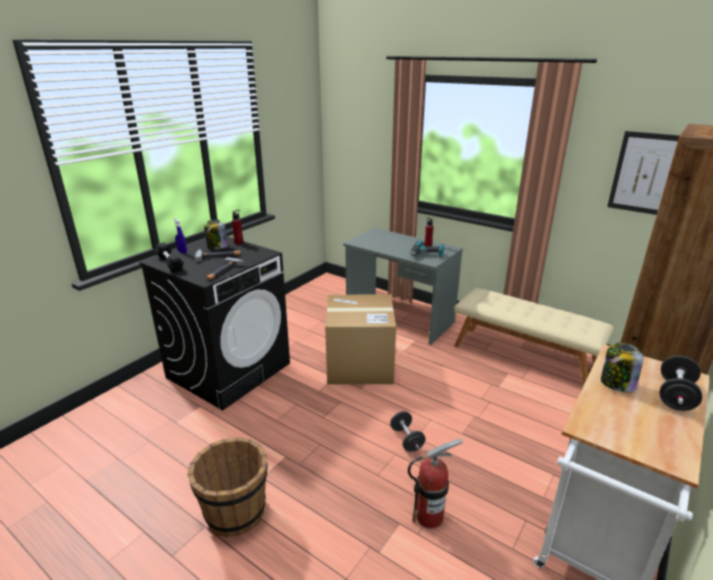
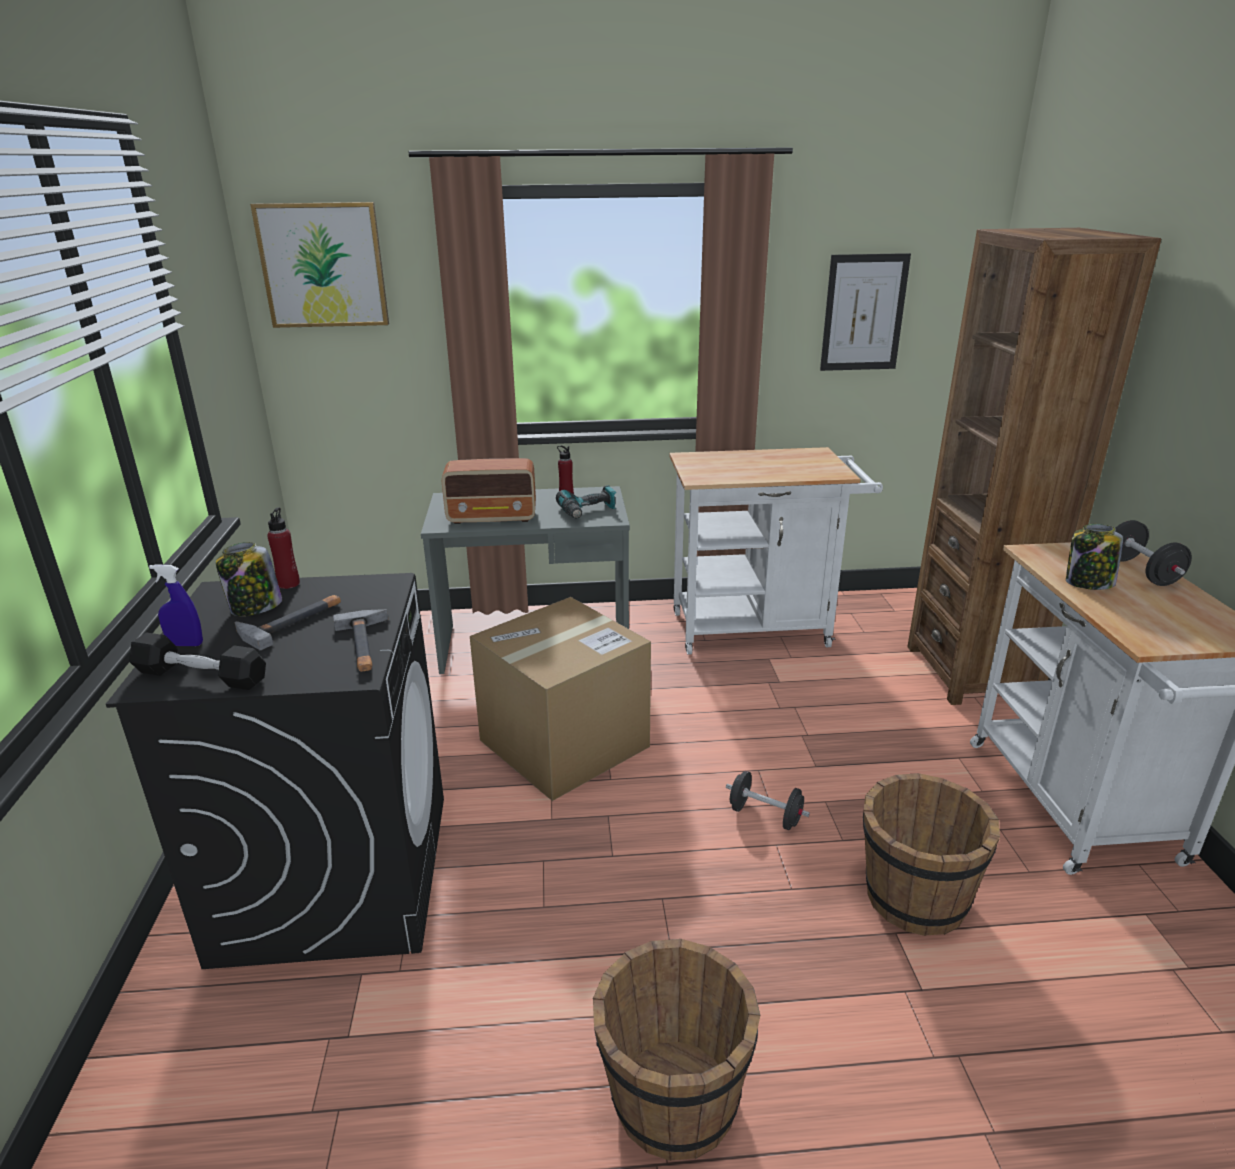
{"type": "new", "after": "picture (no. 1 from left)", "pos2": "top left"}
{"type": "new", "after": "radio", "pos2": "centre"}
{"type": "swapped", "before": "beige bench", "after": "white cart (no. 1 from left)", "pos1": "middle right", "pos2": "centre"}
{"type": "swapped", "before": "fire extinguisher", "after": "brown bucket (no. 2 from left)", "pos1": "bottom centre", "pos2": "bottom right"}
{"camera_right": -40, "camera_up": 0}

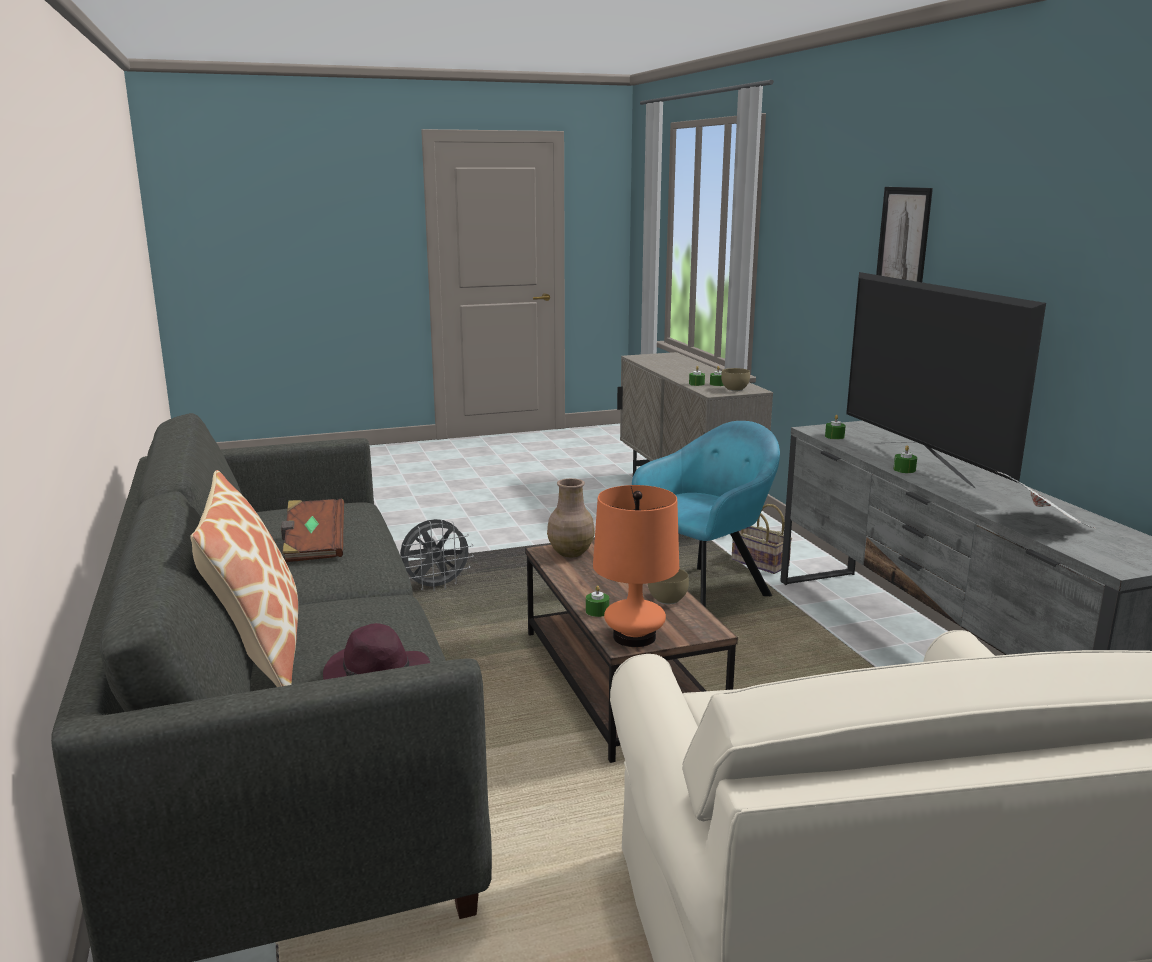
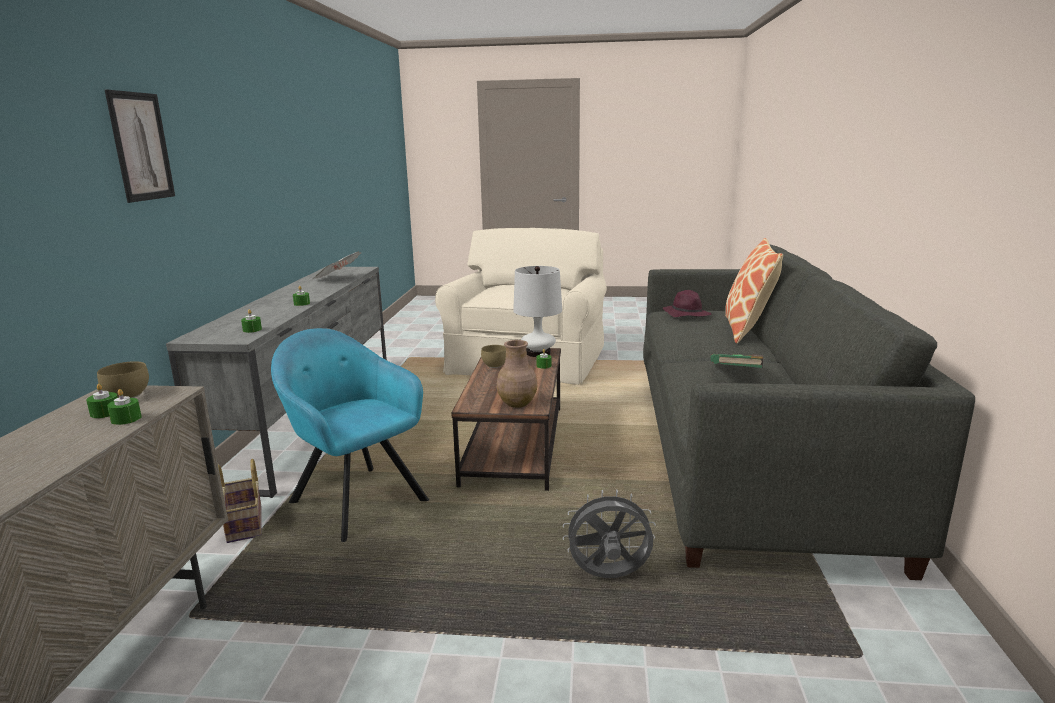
{"type": "rotated", "before": "turquoise armchair", "pos1": "centre", "pos2": "middle left", "turn": 60}
{"type": "repainted", "before": "orange table lamp", "after": "white table lamp", "pos1": "centre", "pos2": "centre"}
{"type": "repainted", "before": "brown book", "after": "green book", "pos1": "middle left", "pos2": "middle right"}
{"type": "gone", "before": "television", "pos1": "middle right"}
{"camera_right": -155, "camera_up": 0}

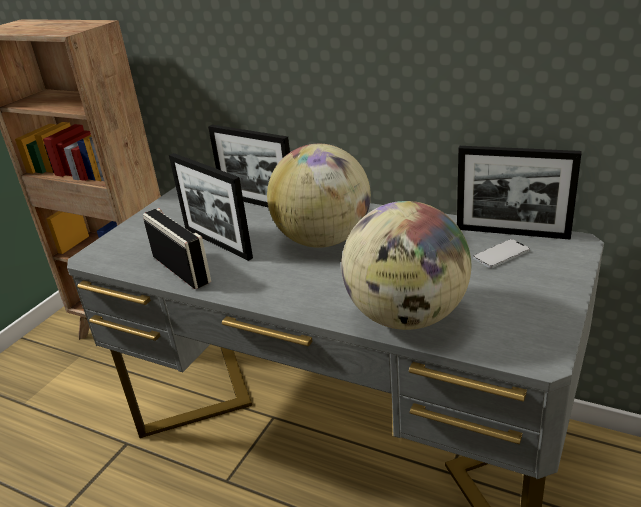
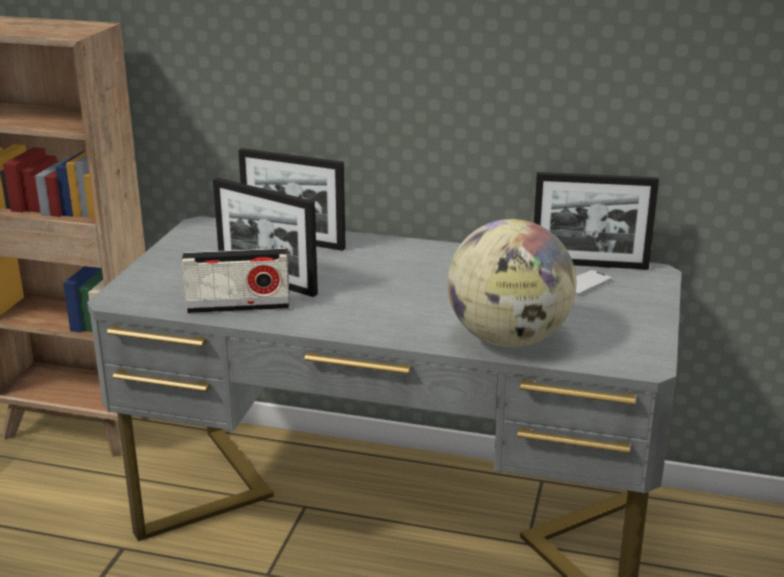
{"type": "rotated", "before": "radio", "pos1": "middle left", "pos2": "middle left", "turn": 135}
{"type": "gone", "before": "globe (no. 1 from left)", "pos1": "centre"}
{"camera_right": -15, "camera_up": -5}

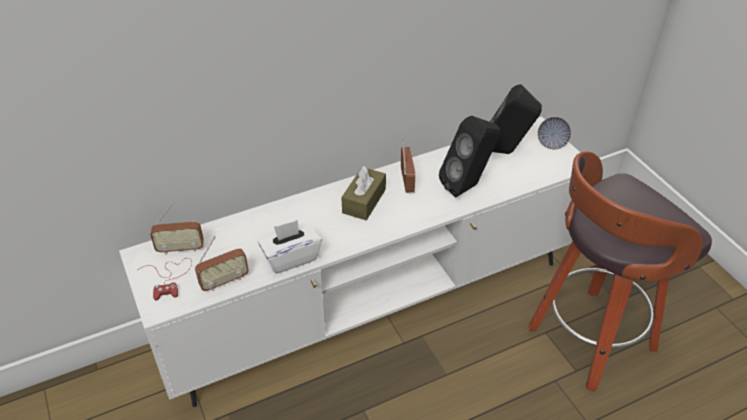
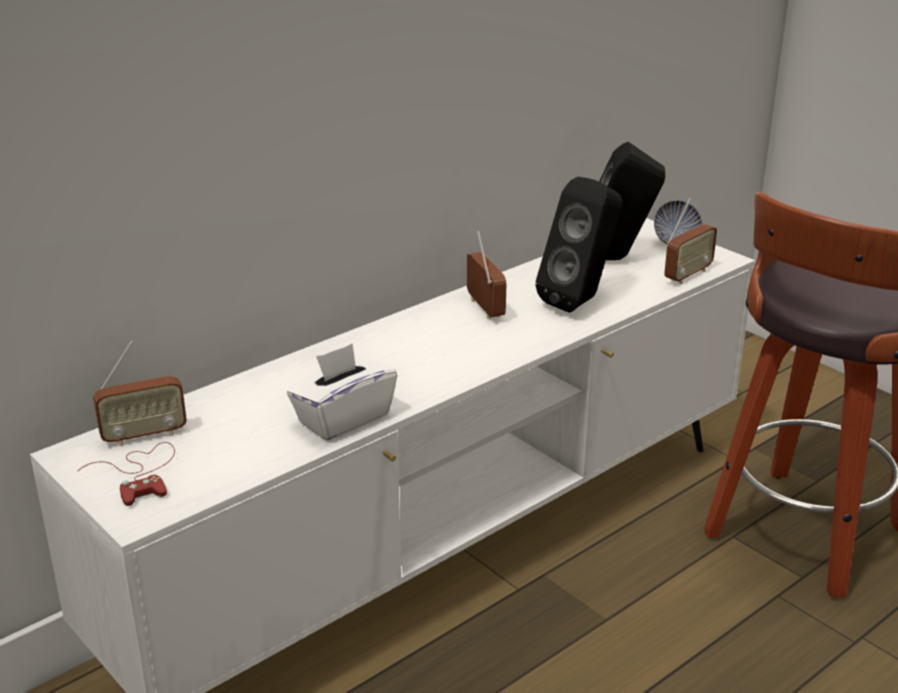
{"type": "shifted", "before": "radio (no. 2 from left in the first image)", "after": "radio (no. 3 from left)", "pos1": "middle left", "pos2": "middle right"}
{"type": "gone", "before": "brown tissue box", "pos1": "centre"}
{"camera_right": -15, "camera_up": -15}

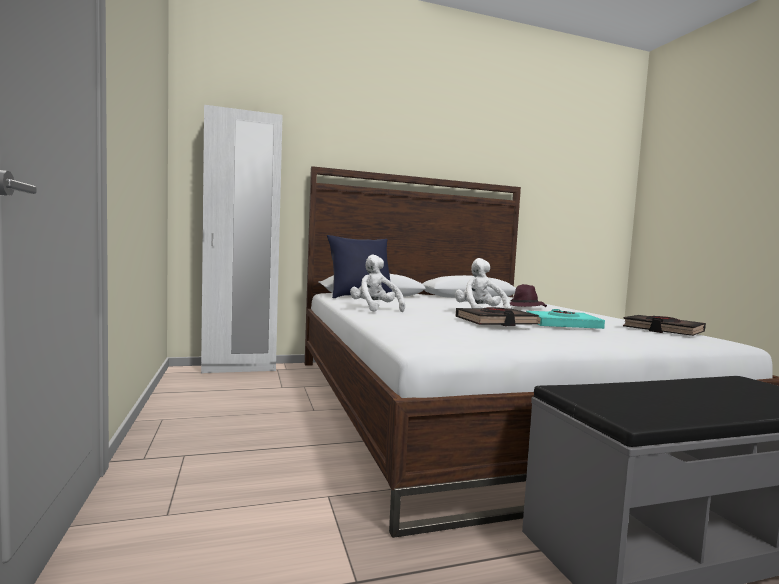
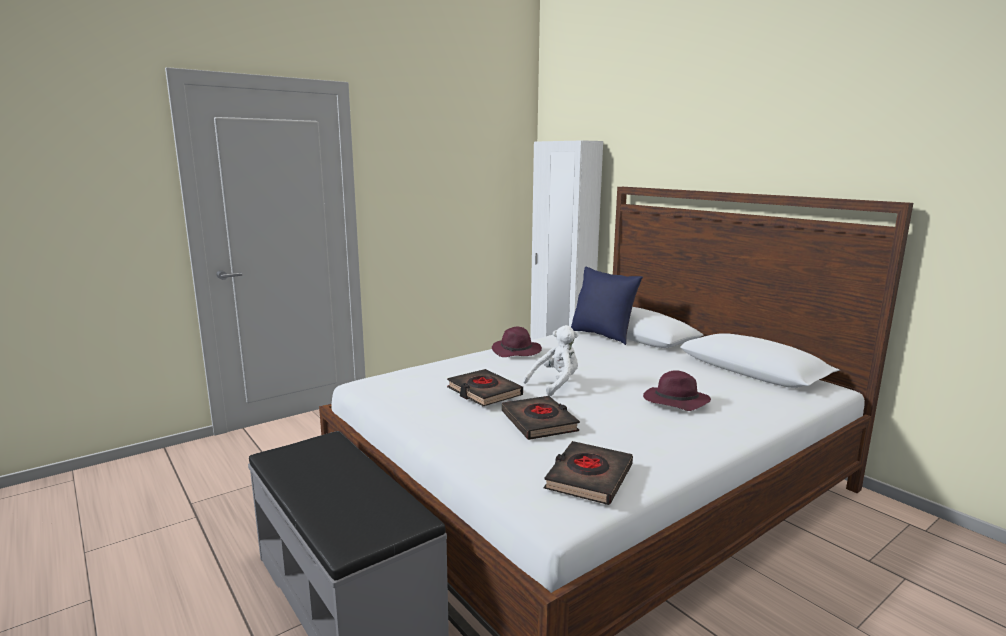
{"type": "swapped", "before": "white plush toy (no. 1 from left)", "after": "purple hat (no. 1 from left)", "pos1": "centre", "pos2": "centre"}
{"type": "repainted", "before": "turquoise book", "after": "black book (no. 2 from left)", "pos1": "middle right", "pos2": "centre"}
{"camera_right": 70, "camera_up": 10}

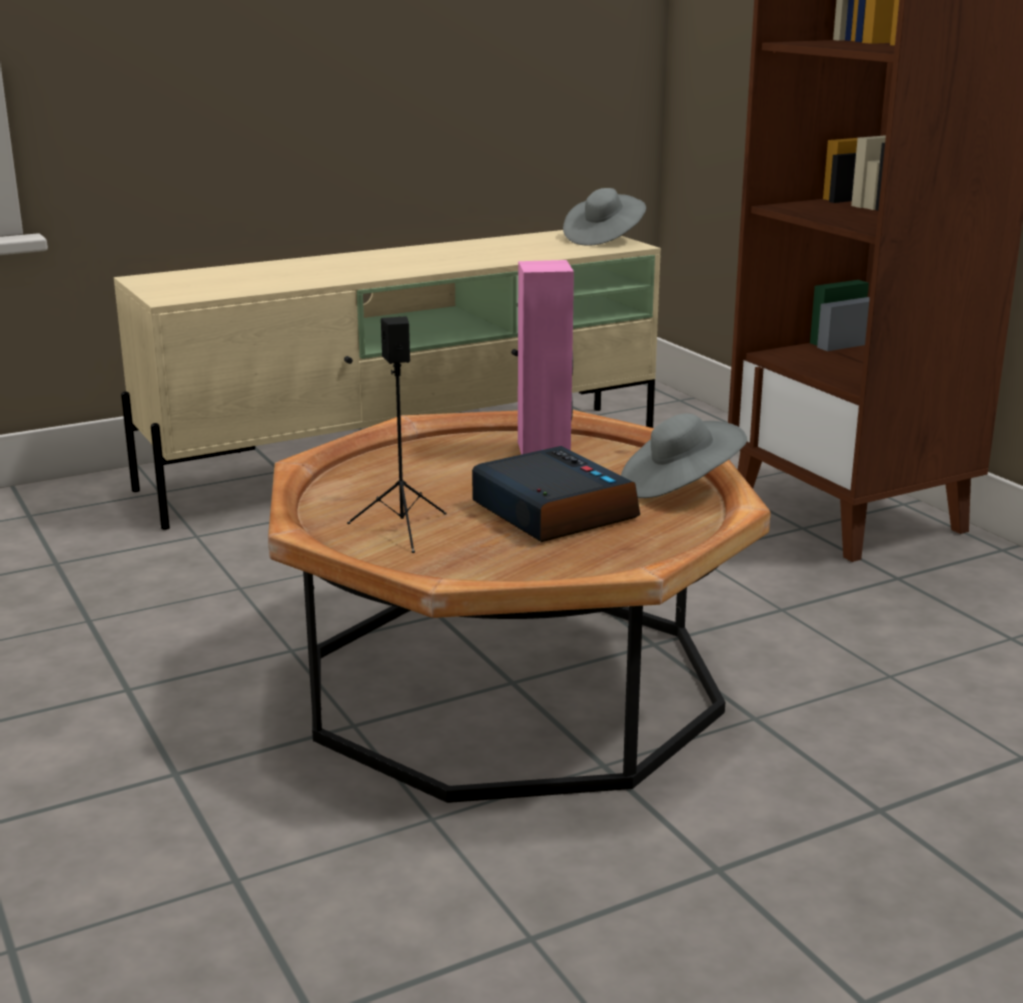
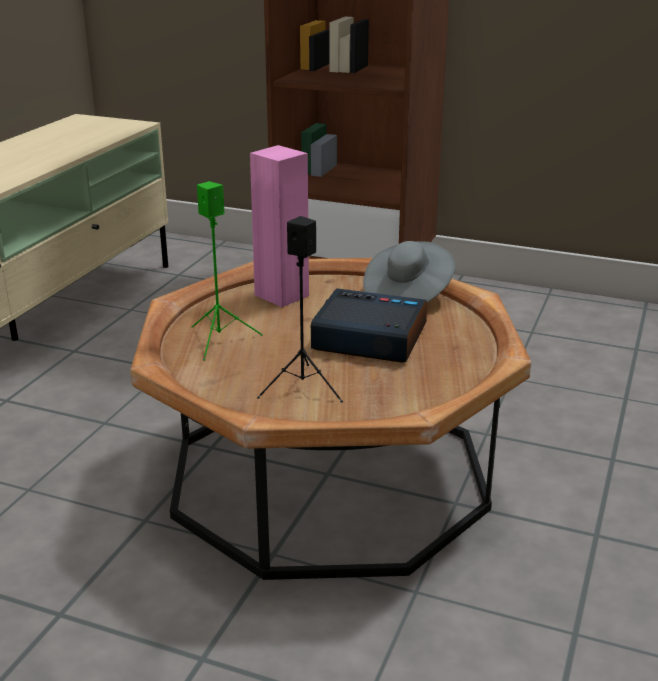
{"type": "new", "after": "green speaker", "pos2": "centre"}
{"type": "gone", "before": "grey hat (no. 1 from left)", "pos1": "top centre"}
{"camera_right": -40, "camera_up": 5}

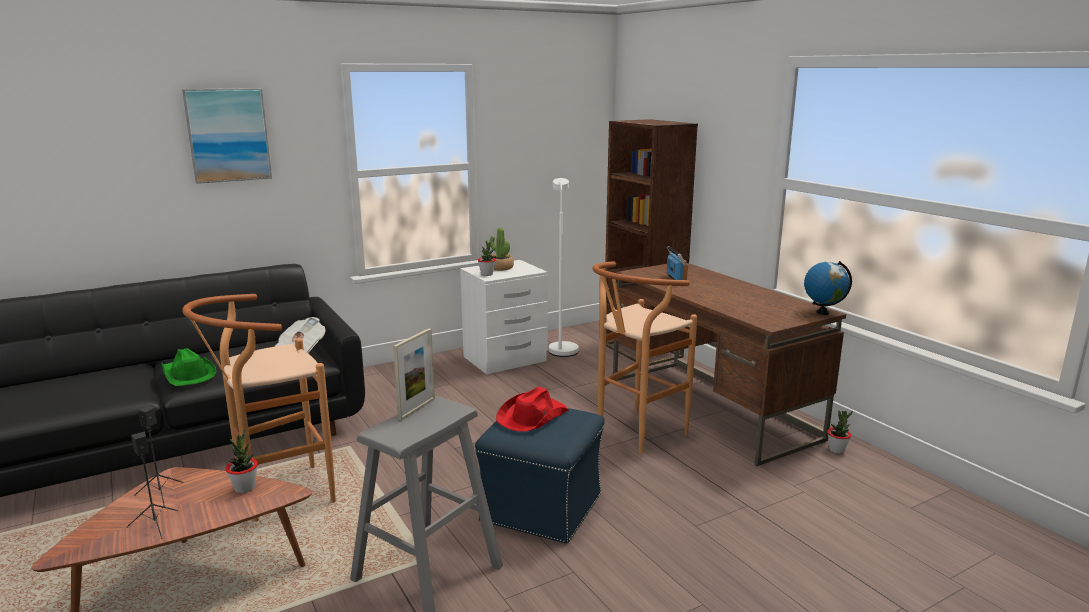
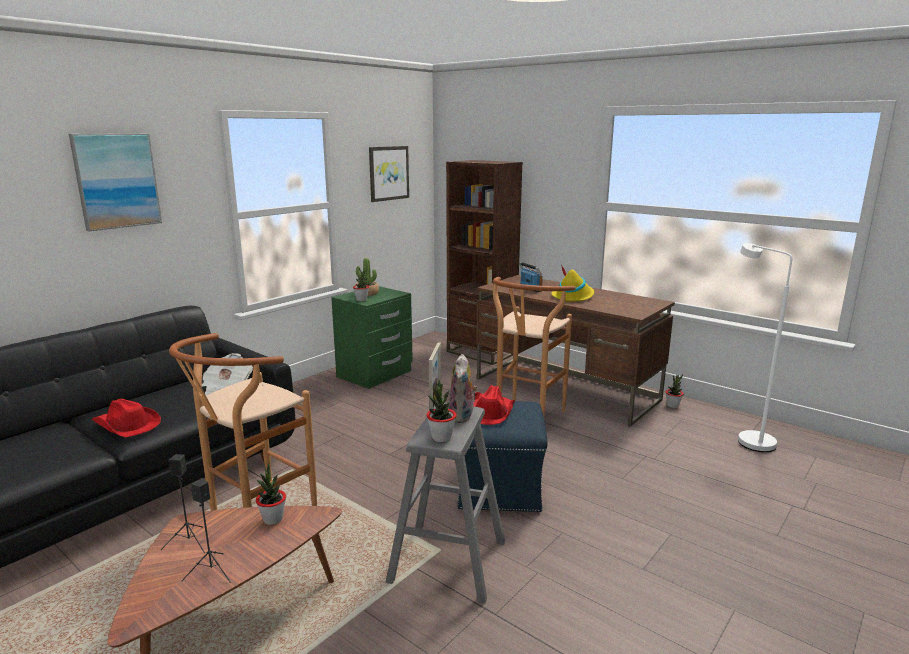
{"type": "repainted", "before": "green hat", "after": "red hat (no. 1 from left)", "pos1": "middle left", "pos2": "middle left"}
{"type": "repainted", "before": "white nightstand", "after": "green nightstand", "pos1": "centre", "pos2": "centre"}
{"type": "new", "after": "picture (no. 2 from left)", "pos2": "top centre"}
{"type": "new", "after": "potted plant (no. 4 from left)", "pos2": "centre"}
{"type": "new", "after": "plush toy", "pos2": "centre"}
{"type": "new", "after": "yellow hat", "pos2": "centre"}
{"type": "shifted", "before": "white floor lamp", "pos1": "centre", "pos2": "middle right"}
{"type": "gone", "before": "globe", "pos1": "middle right"}
{"camera_right": -20, "camera_up": 0}

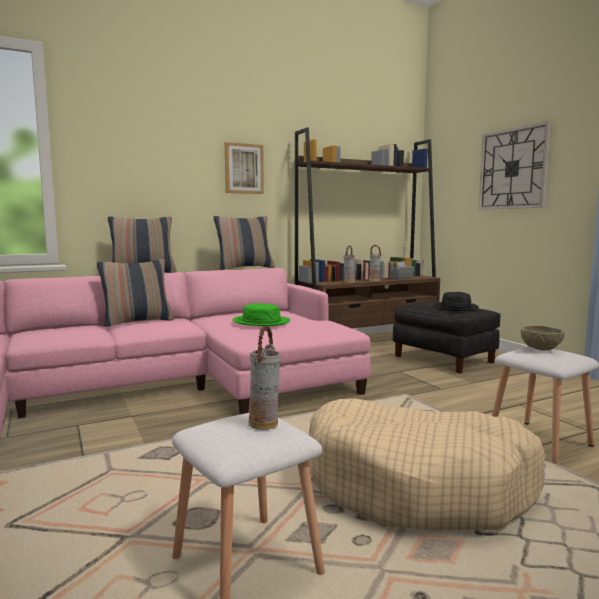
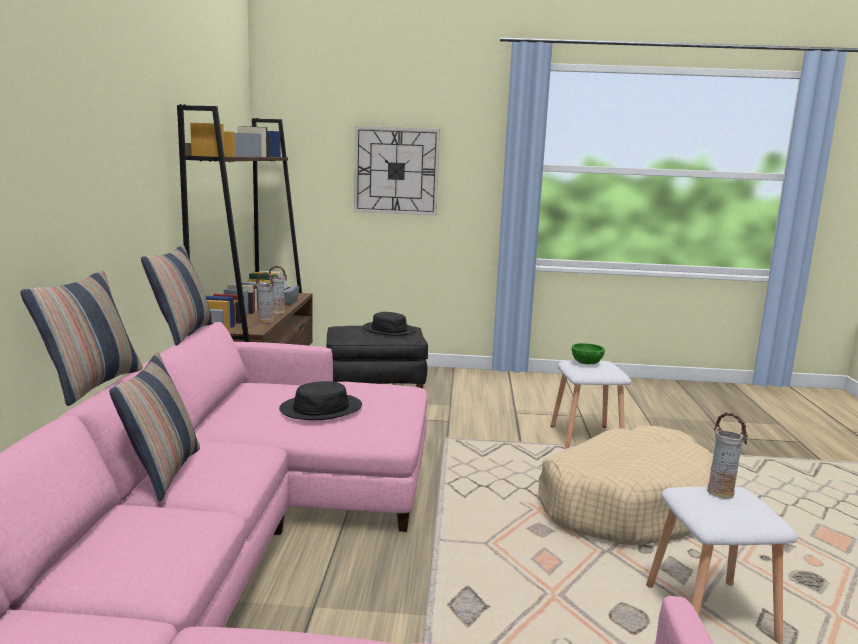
{"type": "repainted", "before": "green hat", "after": "black hat (no. 1 from left)", "pos1": "centre", "pos2": "centre"}
{"type": "repainted", "before": "beige bowl", "after": "green bowl", "pos1": "middle right", "pos2": "middle right"}
{"type": "gone", "before": "picture", "pos1": "top centre"}
{"camera_right": -60, "camera_up": 5}

